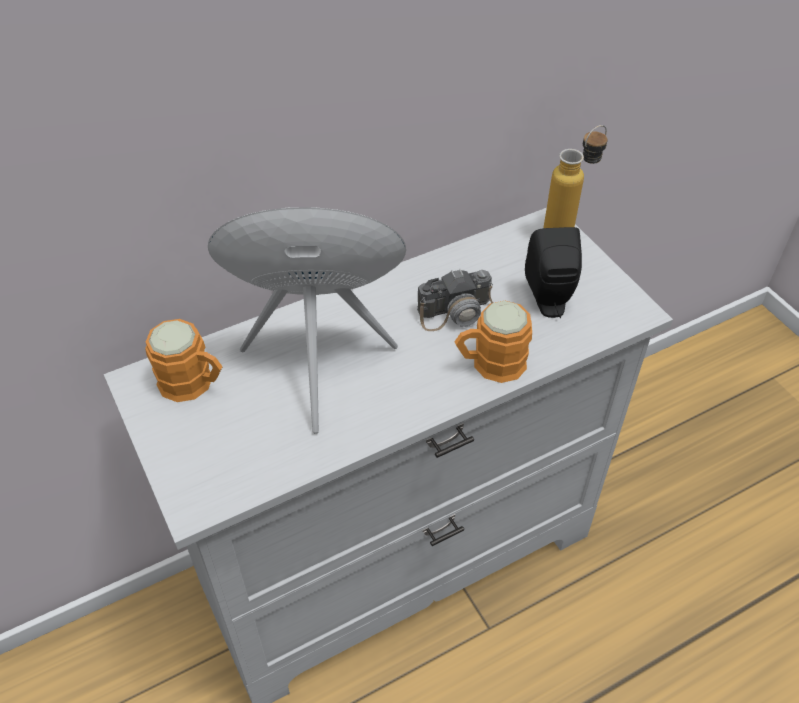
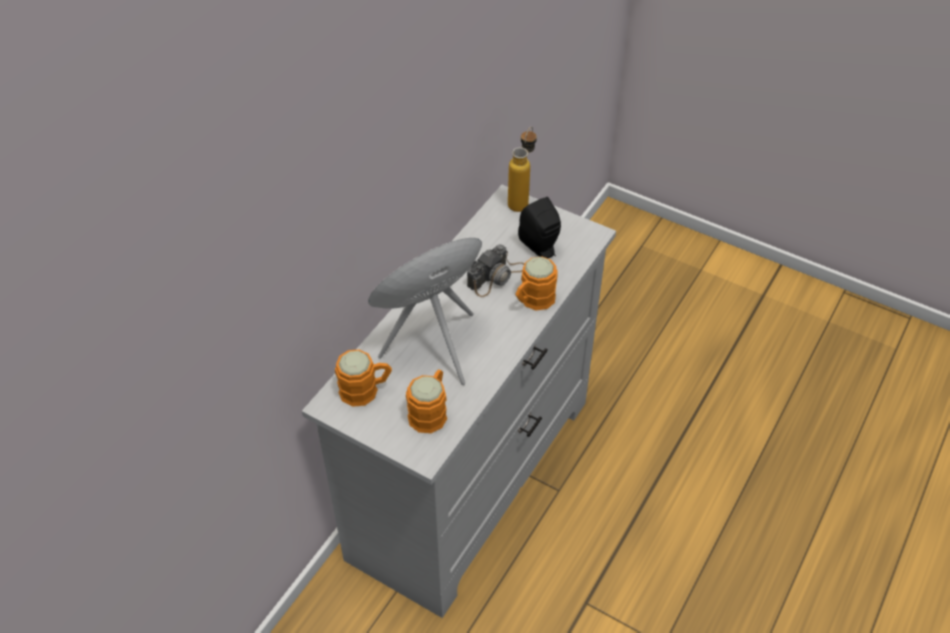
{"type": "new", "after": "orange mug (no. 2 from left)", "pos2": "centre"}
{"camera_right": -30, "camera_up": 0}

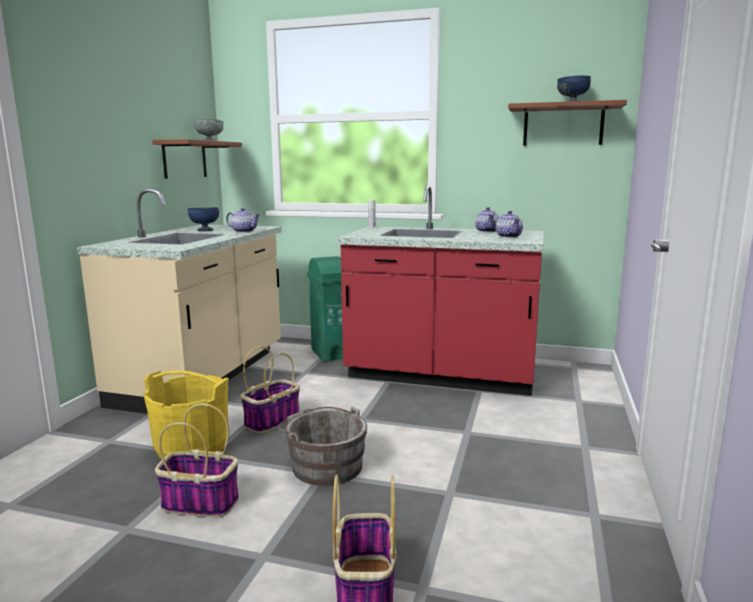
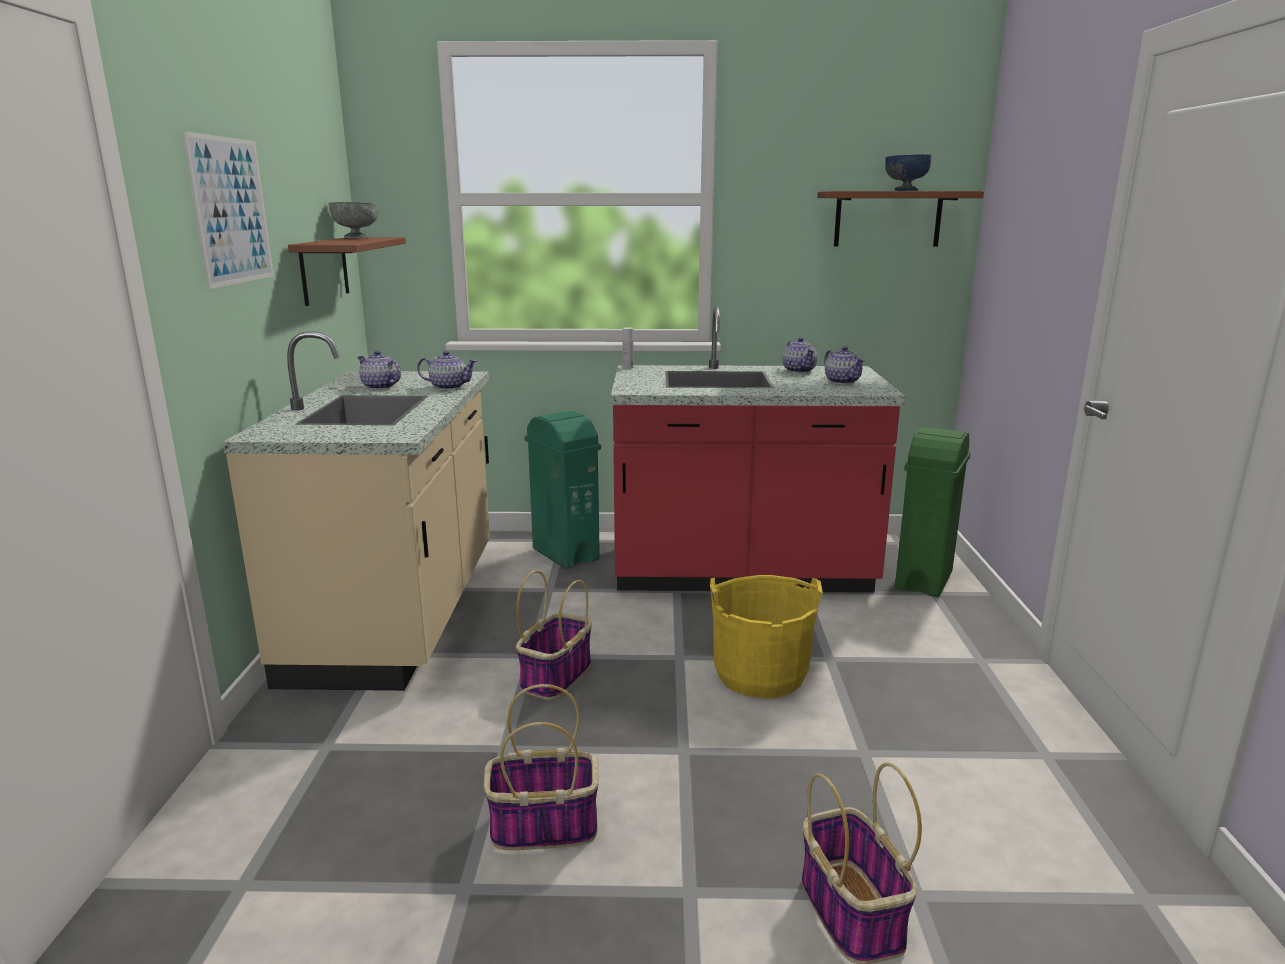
{"type": "new", "after": "picture", "pos2": "top left"}
{"type": "swapped", "before": "blue bowl (no. 1 from left)", "after": "teapot (no. 1 from left)", "pos1": "middle left", "pos2": "middle left"}
{"type": "shifted", "before": "yellow bucket", "pos1": "bottom left", "pos2": "centre"}
{"type": "new", "after": "green trash can (no. 2 from left)", "pos2": "middle right"}
{"type": "gone", "before": "grey bucket", "pos1": "bottom centre"}
{"camera_right": -15, "camera_up": 5}

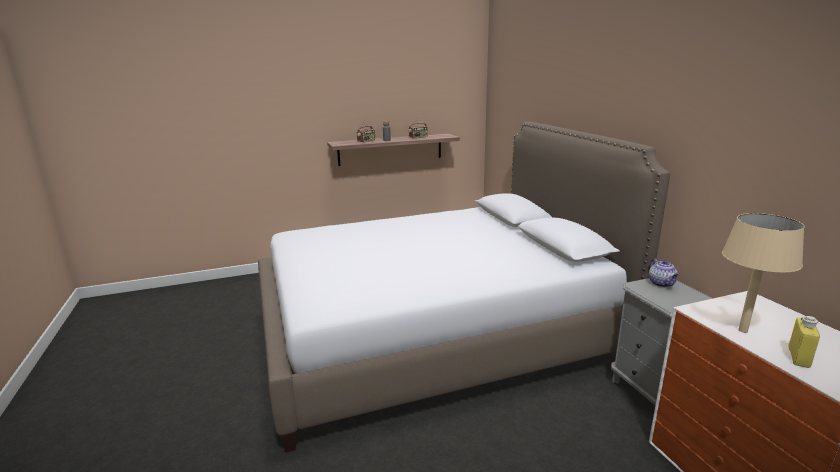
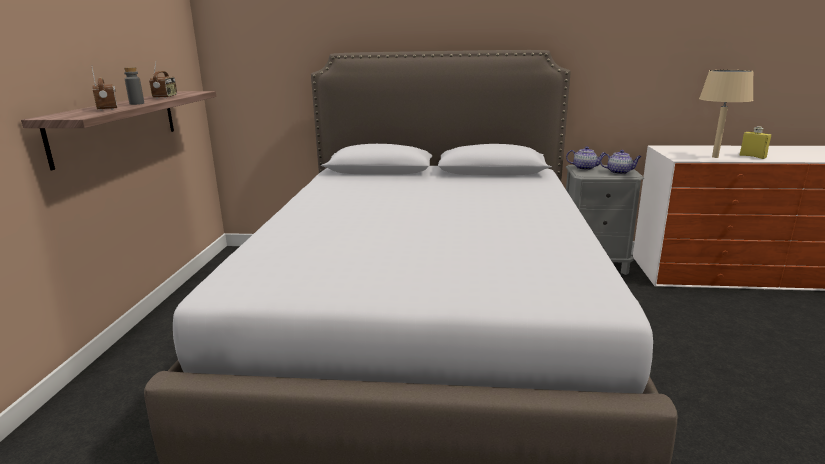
{"type": "new", "after": "teapot (no. 2 from left)", "pos2": "middle right"}
{"camera_right": -65, "camera_up": 0}

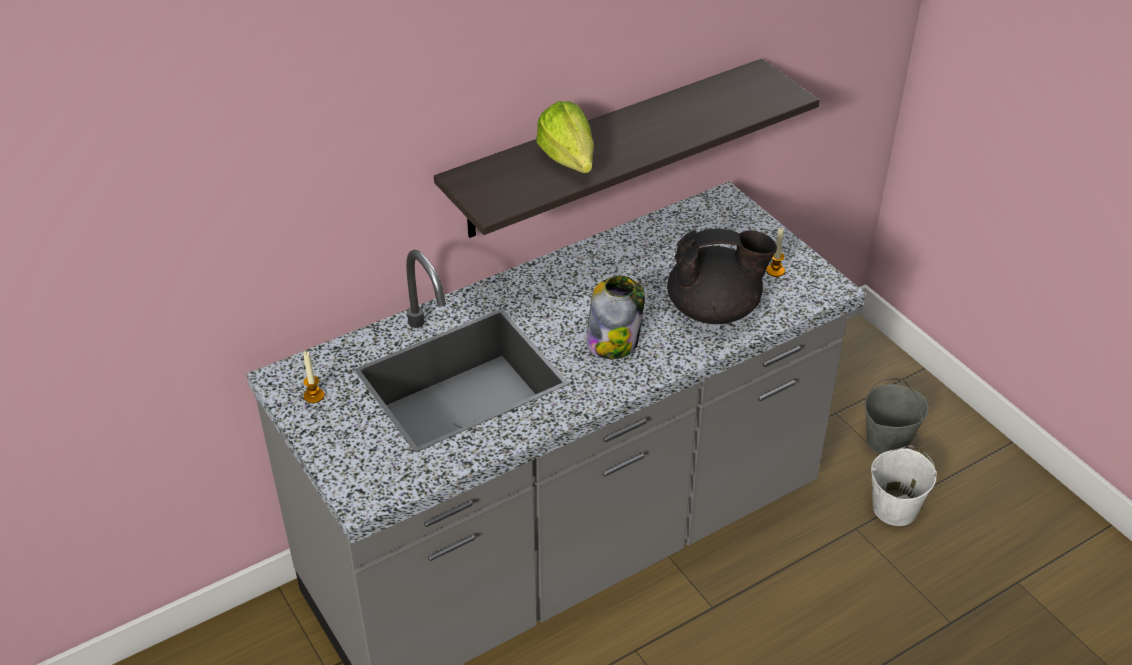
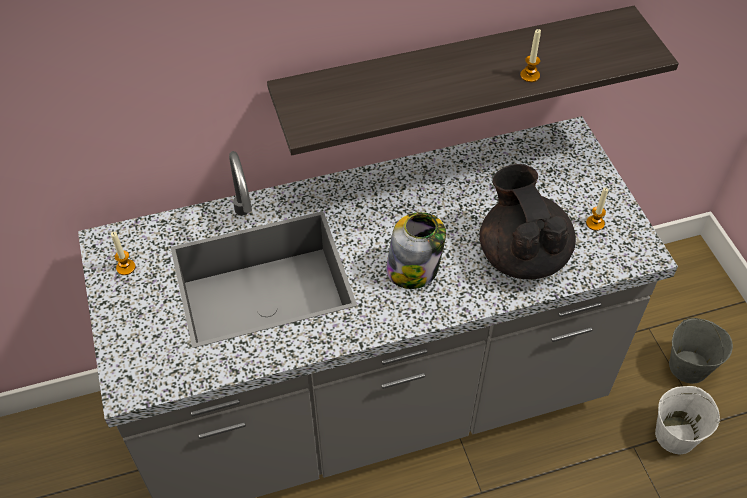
{"type": "rotated", "before": "black teapot", "pos1": "centre", "pos2": "middle right", "turn": -120}
{"type": "new", "after": "candle (no. 2 from left)", "pos2": "top right"}
{"type": "gone", "before": "lettuce", "pos1": "top centre"}
{"camera_right": 15, "camera_up": 10}

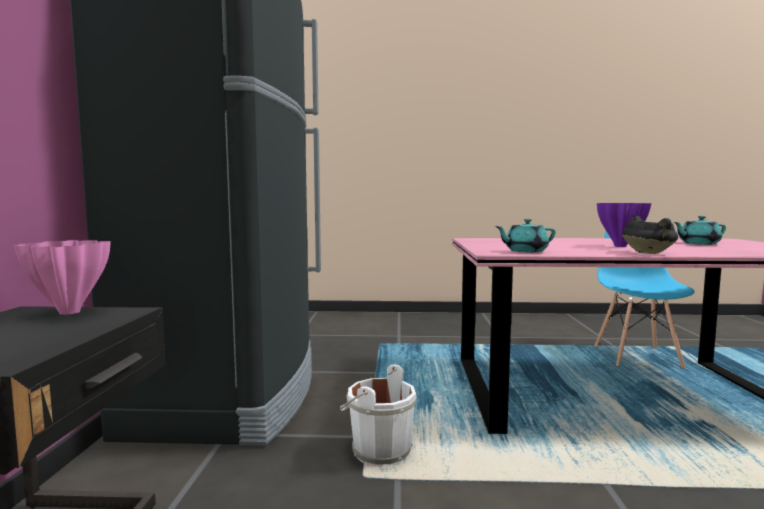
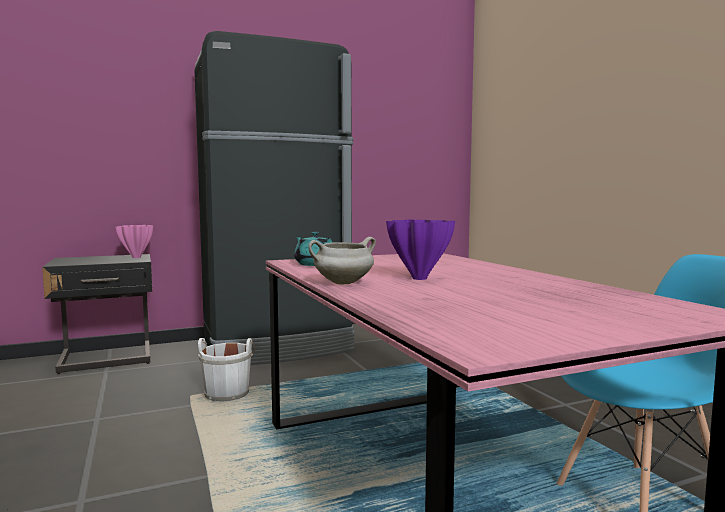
{"type": "repainted", "before": "black cooking pot", "after": "white cooking pot", "pos1": "middle right", "pos2": "centre"}
{"type": "gone", "before": "turquoise teapot (no. 2 from left)", "pos1": "middle right"}
{"camera_right": 65, "camera_up": 0}

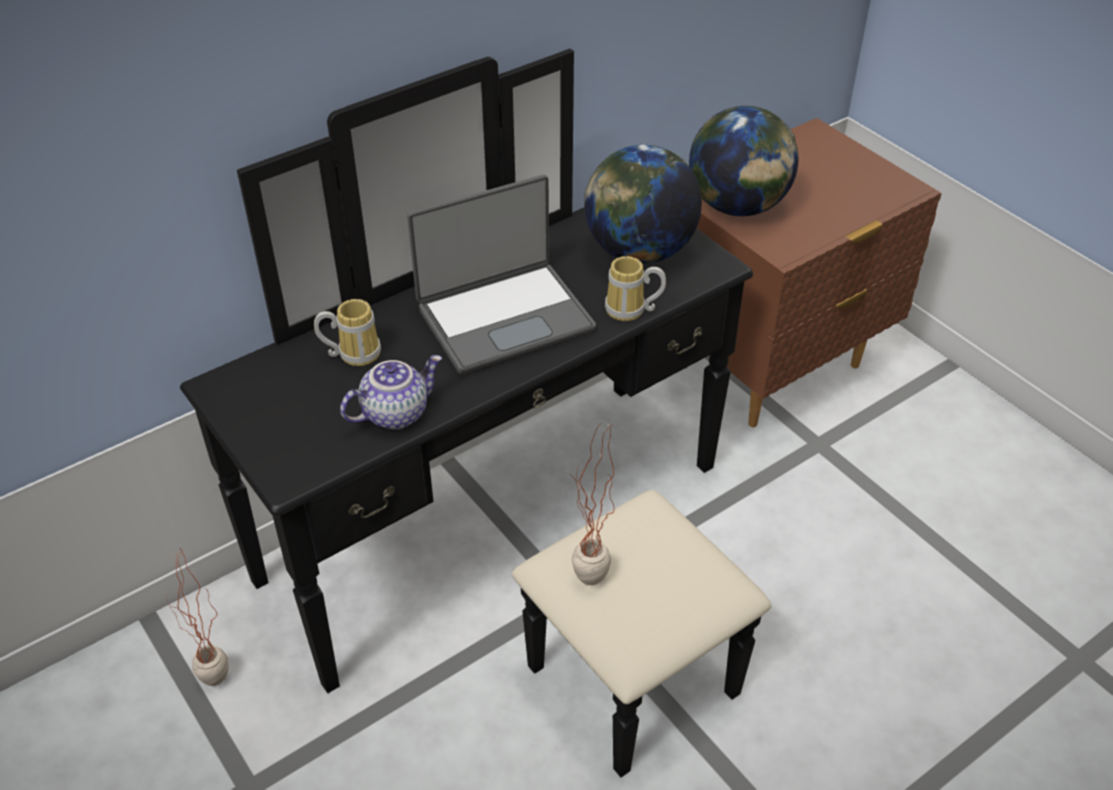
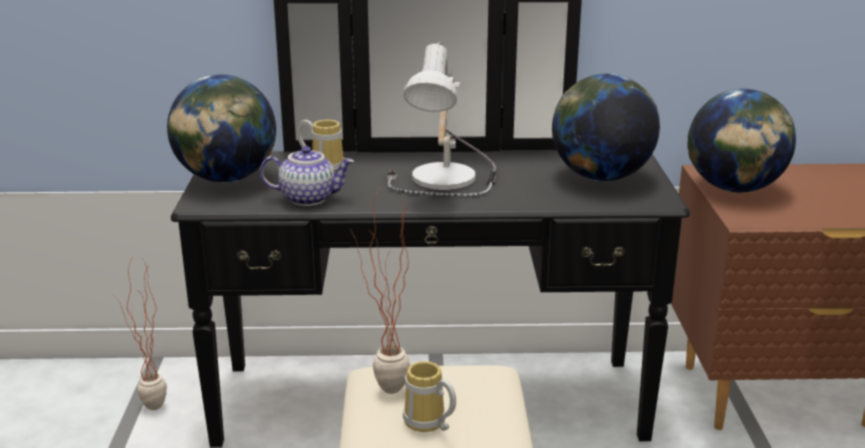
{"type": "new", "after": "globe (no. 1 from left)", "pos2": "top left"}
{"type": "swapped", "before": "laptop", "after": "table lamp", "pos1": "centre", "pos2": "top centre"}
{"type": "shifted", "before": "mug (no. 2 from left)", "pos1": "centre", "pos2": "bottom centre"}
{"camera_right": 35, "camera_up": -20}

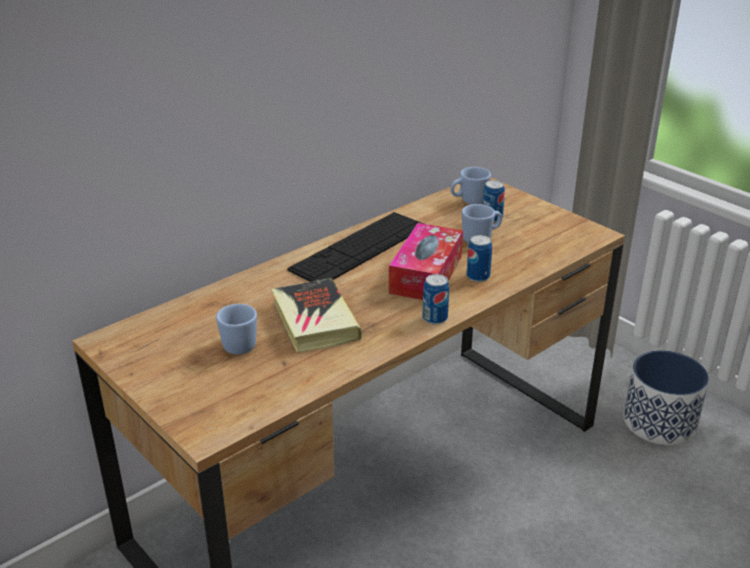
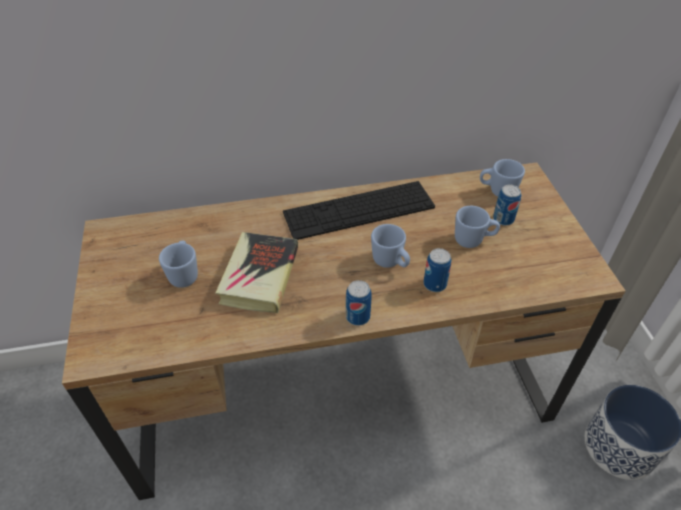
{"type": "swapped", "before": "tissue box", "after": "blue mug (no. 2 from left)", "pos1": "centre", "pos2": "centre"}
{"camera_right": 30, "camera_up": 15}

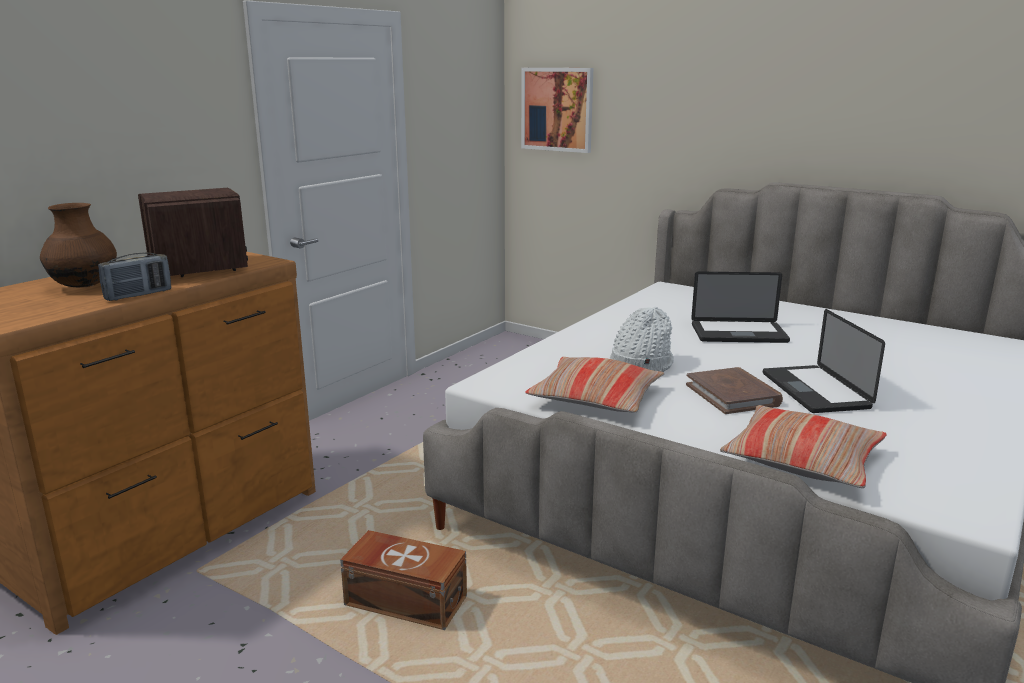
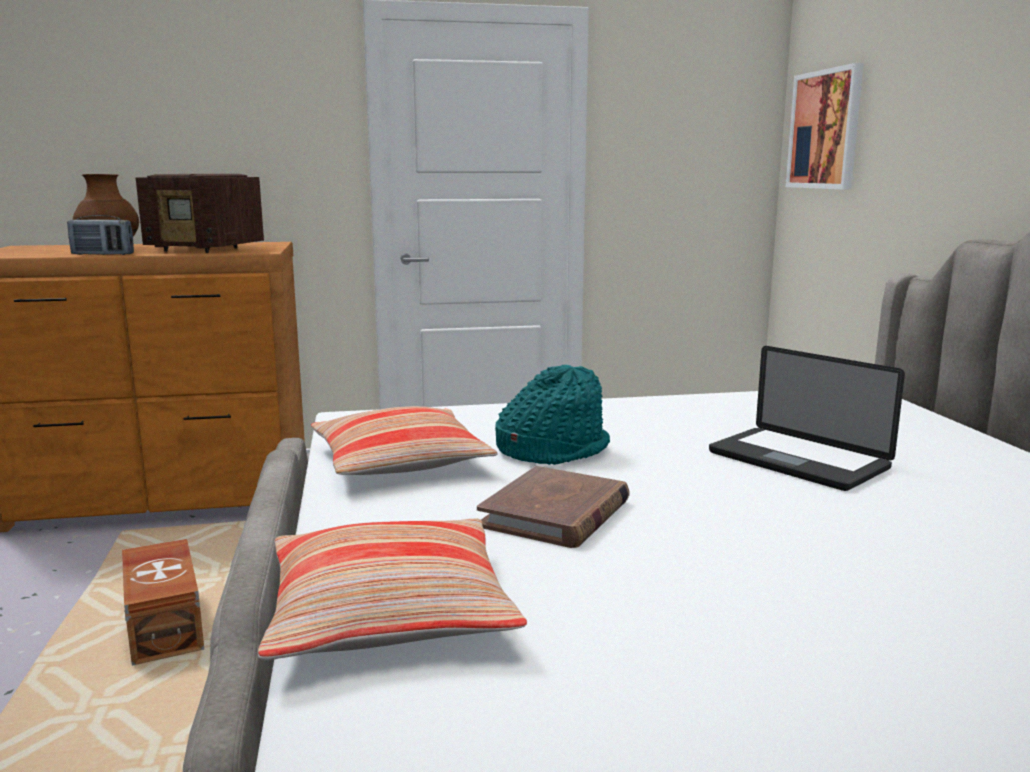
{"type": "rotated", "before": "radio (no. 2 from left)", "pos1": "middle left", "pos2": "top left", "turn": 90}
{"type": "repainted", "before": "white hat", "after": "turquoise hat", "pos1": "centre", "pos2": "centre"}
{"type": "gone", "before": "laptop (no. 2 from left)", "pos1": "middle right"}
{"camera_right": 45, "camera_up": -5}

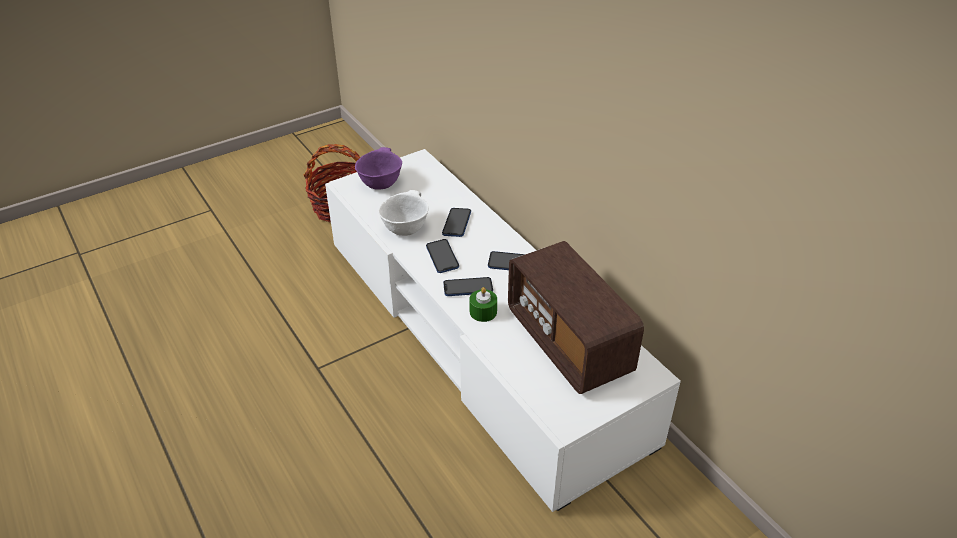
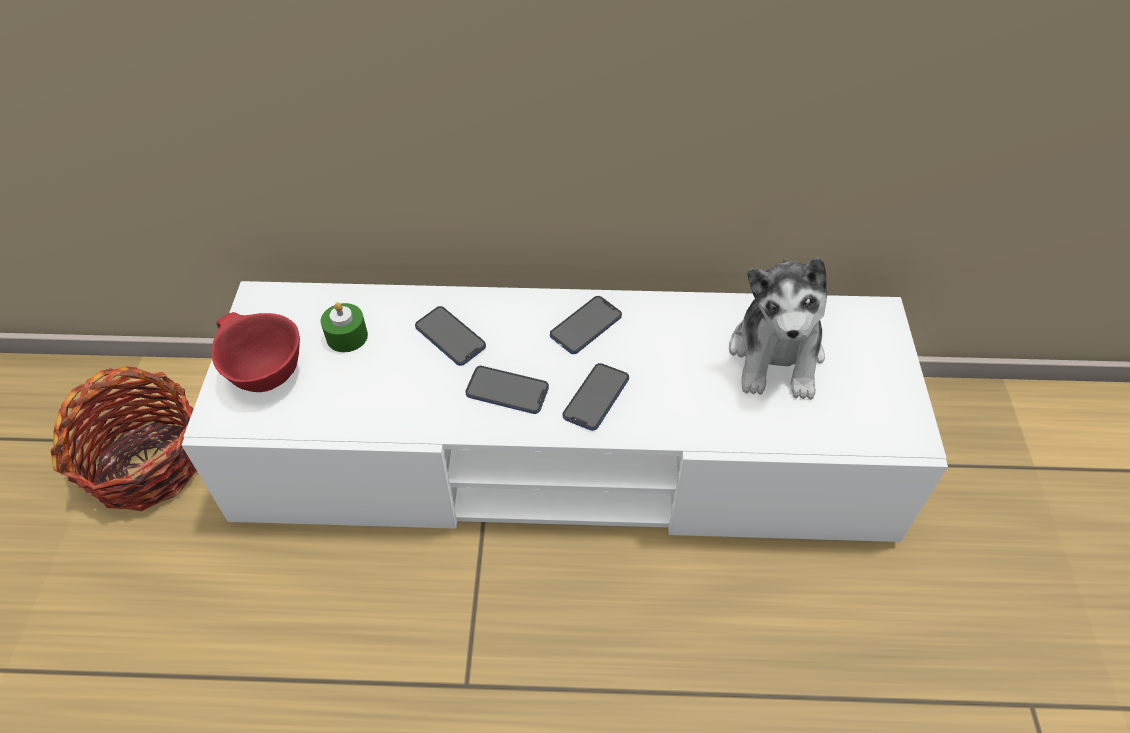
{"type": "repainted", "before": "purple bowl", "after": "red bowl", "pos1": "top centre", "pos2": "middle left"}
{"type": "shifted", "before": "green candle", "pos1": "centre", "pos2": "middle left"}
{"type": "swapped", "before": "radio", "after": "plush toy", "pos1": "centre", "pos2": "middle right"}
{"type": "gone", "before": "white bowl", "pos1": "centre"}
{"camera_right": -55, "camera_up": 10}

